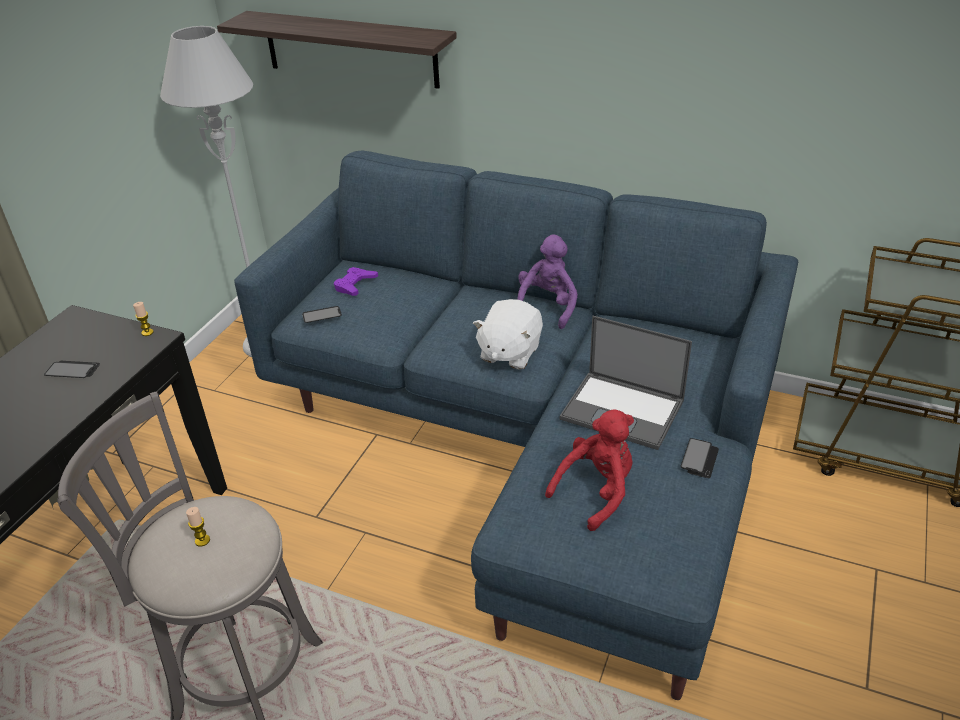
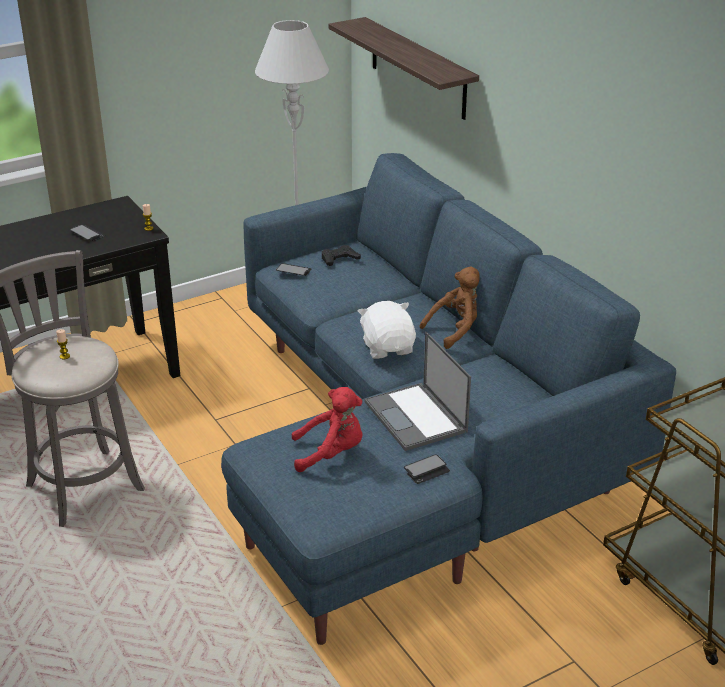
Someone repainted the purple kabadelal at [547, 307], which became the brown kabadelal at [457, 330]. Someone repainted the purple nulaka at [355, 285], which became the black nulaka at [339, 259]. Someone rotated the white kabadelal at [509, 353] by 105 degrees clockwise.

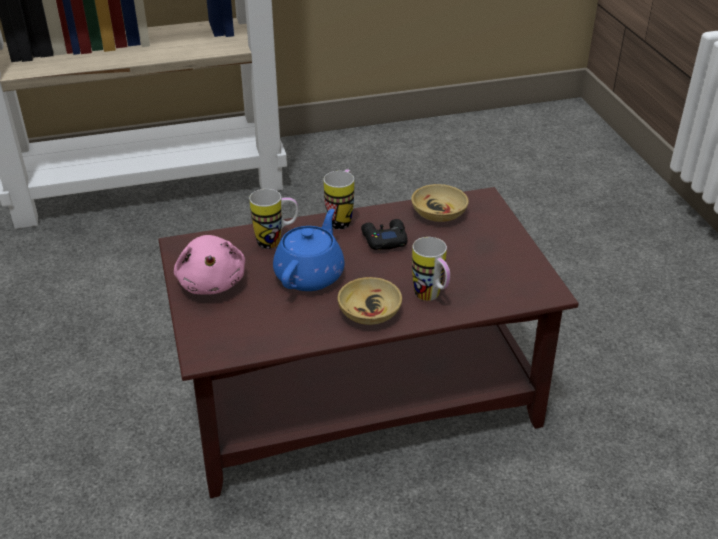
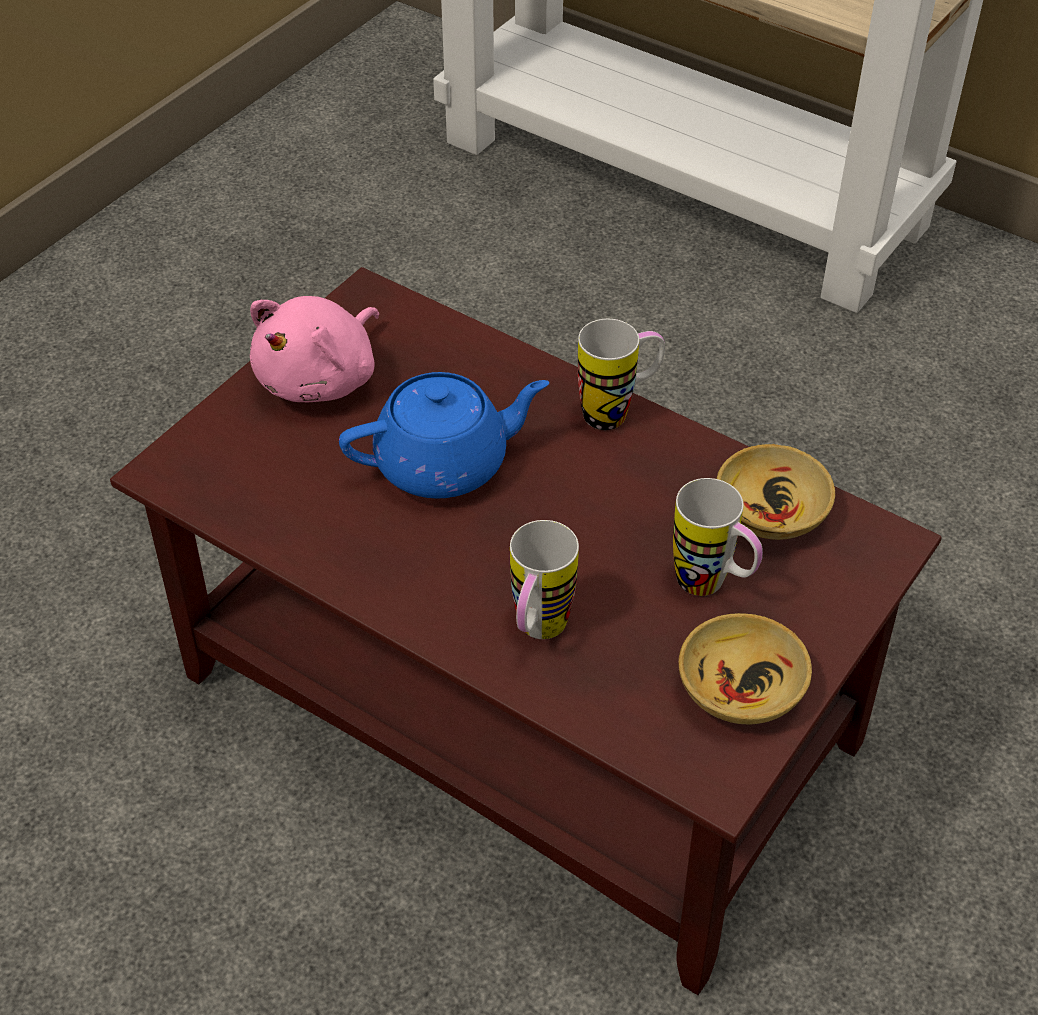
Someone carried the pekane from [276, 241] to [712, 587]. Someone took away the black nulaka at [384, 239]. Someone carried the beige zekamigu from [368, 312] to [739, 686].

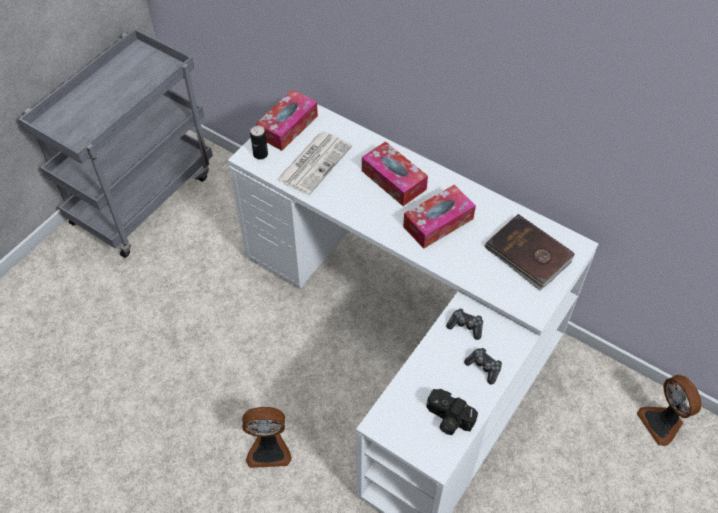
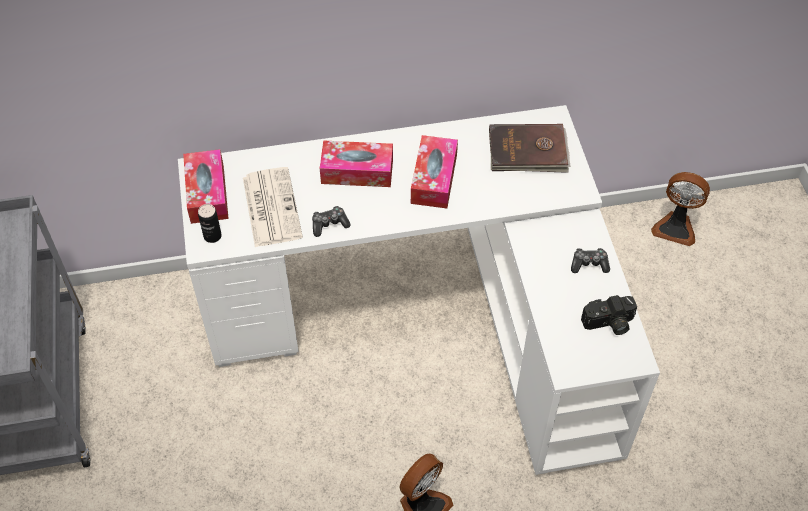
Someone carried the nulaka from [465, 326] to [329, 224].

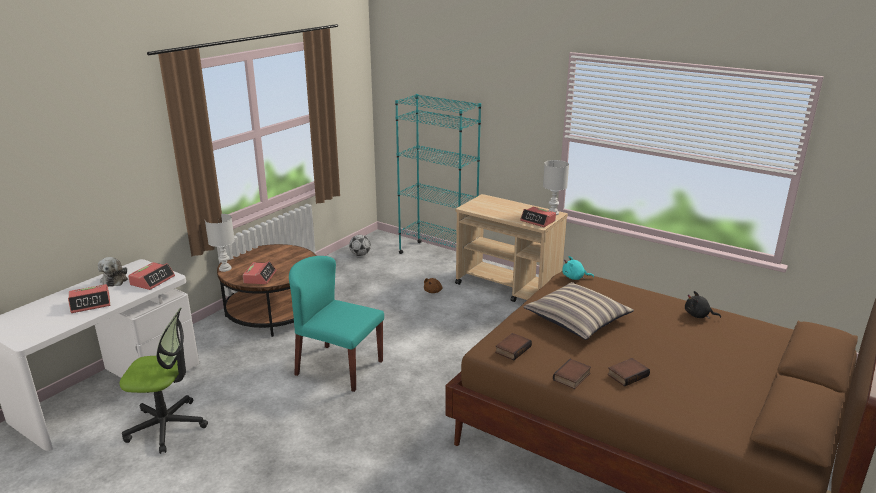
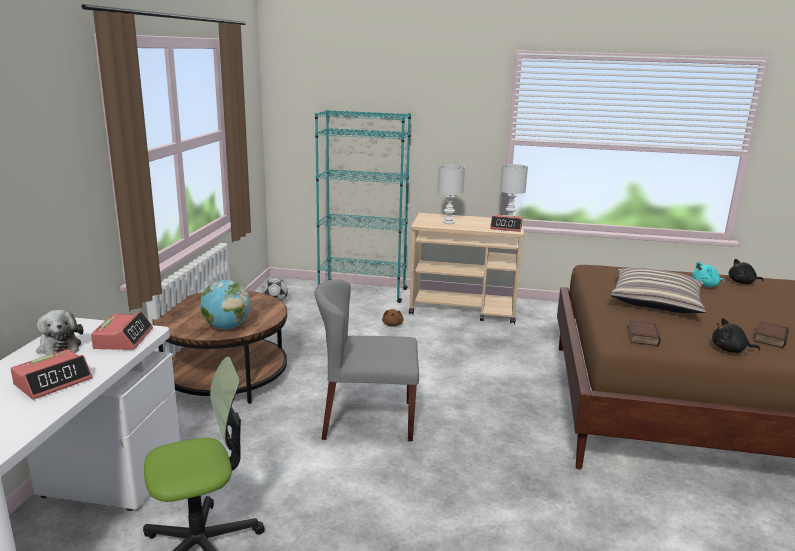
Someone carried the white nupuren from [225, 268] to [448, 222]. Someone repainted the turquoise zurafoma at [338, 367], which became the grey zurafoma at [367, 419]. Someone carried the turquoise kabadelal from [574, 277] to [706, 285]. Someone swapped the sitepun at [260, 277] for the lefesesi at [226, 327]. Someone swapped the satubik at [572, 377] for the black kabadelal at [730, 350].

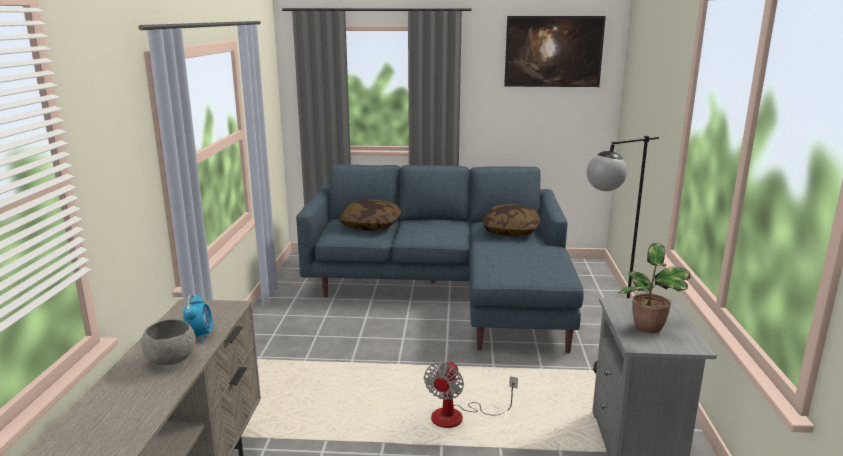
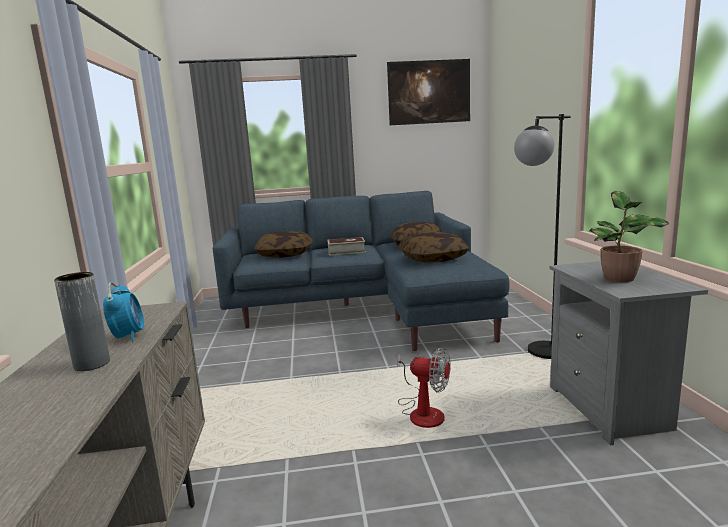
Someone swapped the grey zekamigu at [172, 360] for the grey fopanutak at [92, 364]. Someone rotated the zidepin at [458, 416] by 75 degrees counterclockwise. Someone put down the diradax at [433, 259]. Someone put down the satubik at [346, 251].

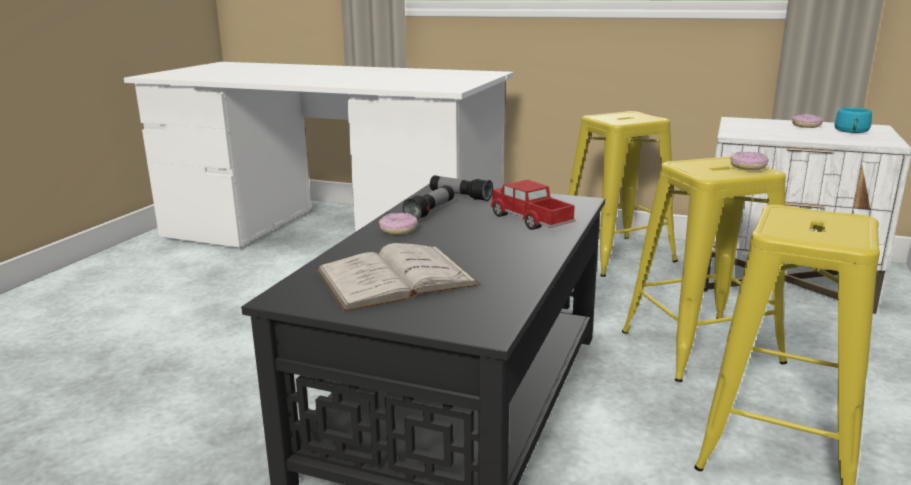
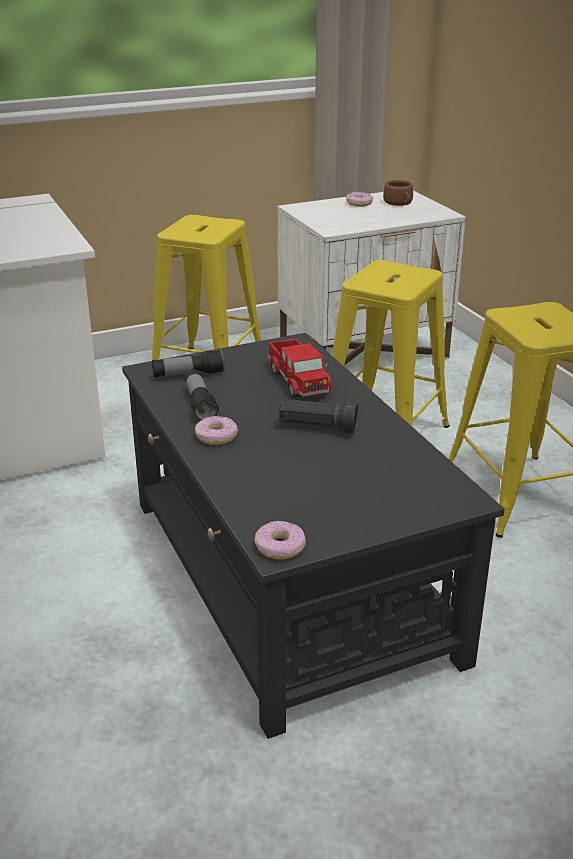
Someone repainted the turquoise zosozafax at [851, 131], which became the brown zosozafax at [399, 203]. Someone carried the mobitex from [748, 166] to [280, 547]. Someone rotated the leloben at [530, 220] by 120 degrees counterclockwise. Someone took away the white satubik at [396, 278]. Someone put down the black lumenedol at [317, 427].

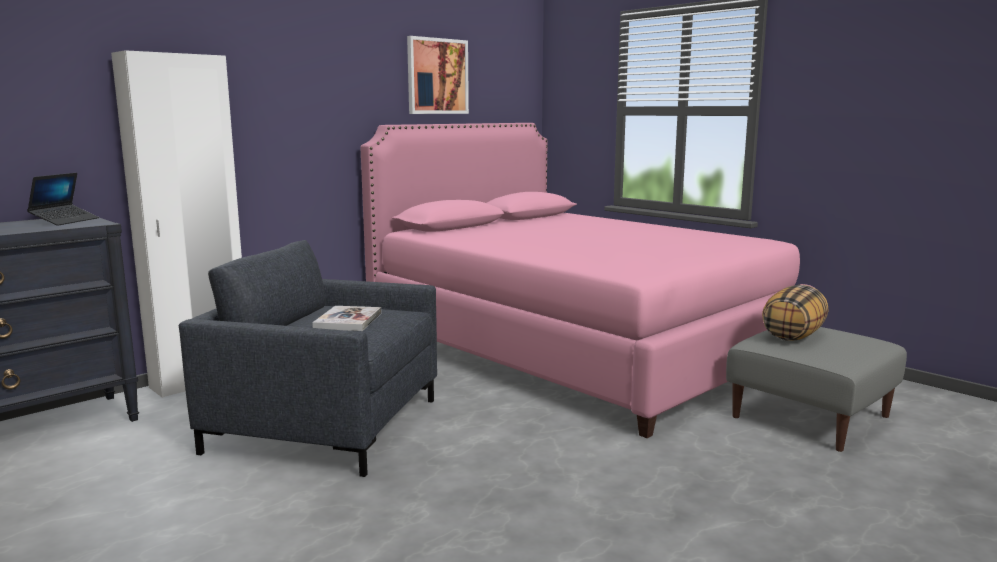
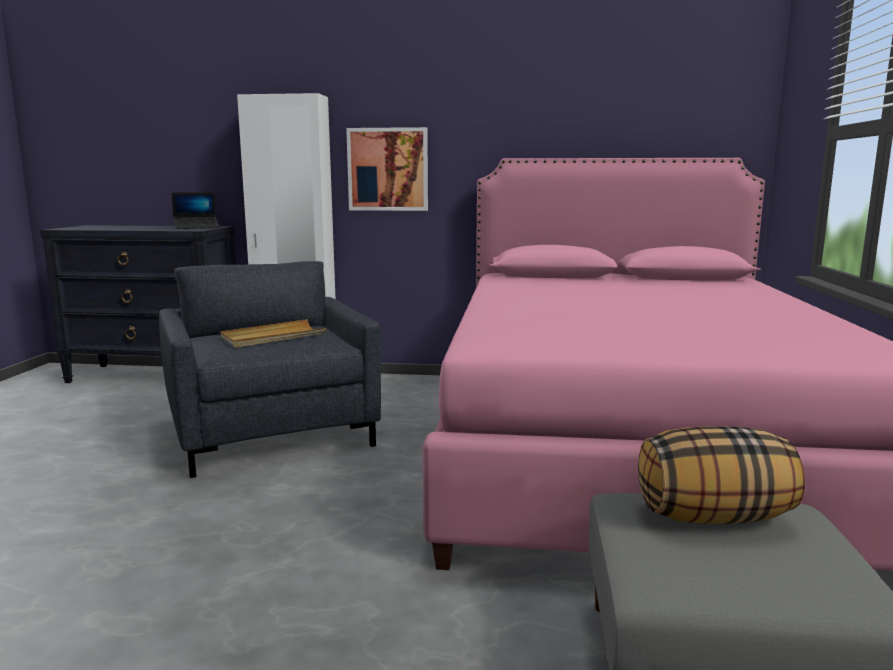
Someone carried the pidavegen from [437, 76] to [388, 169]. Someone swapped the satubik at [348, 321] for the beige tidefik at [273, 337].

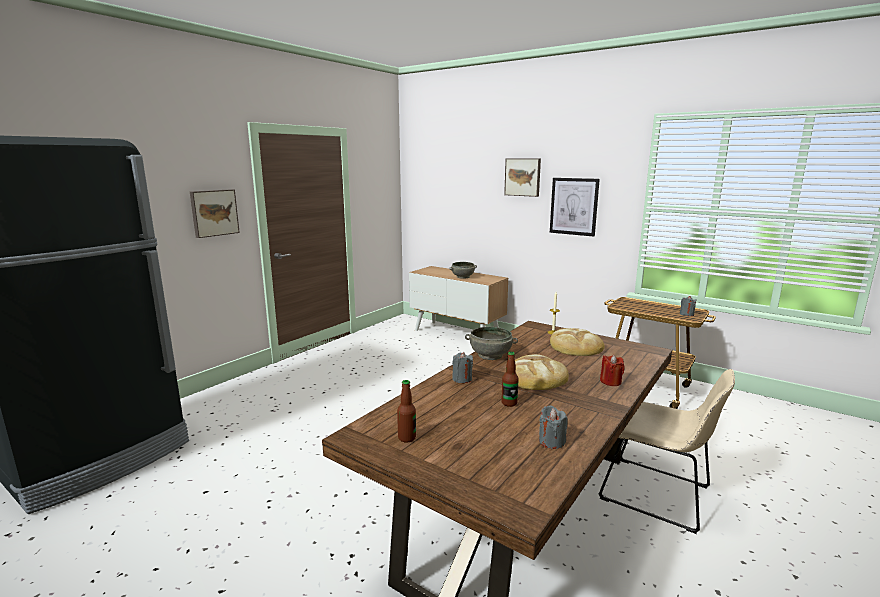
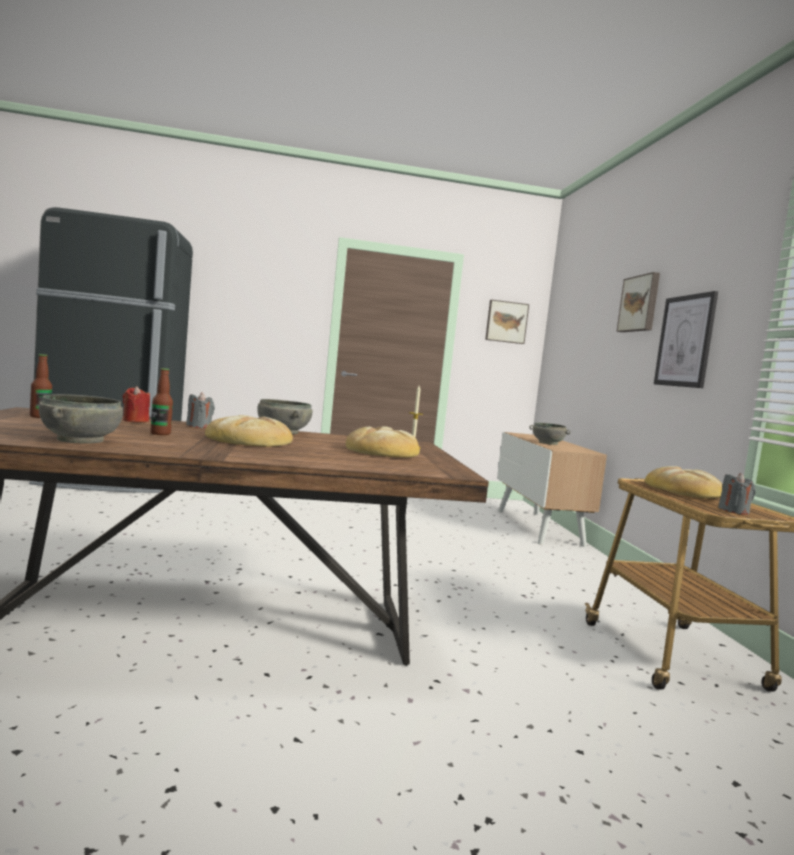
Someone carried the pidavegen from [214, 212] to [506, 322]. Someone carried the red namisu from [610, 382] to [135, 421]. Someone took away the beige zurafoma at [660, 495]. Someone swapped the grey namisu at [551, 442] for the grey zekamigu at [79, 440]. Someone put down the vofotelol at [684, 490].

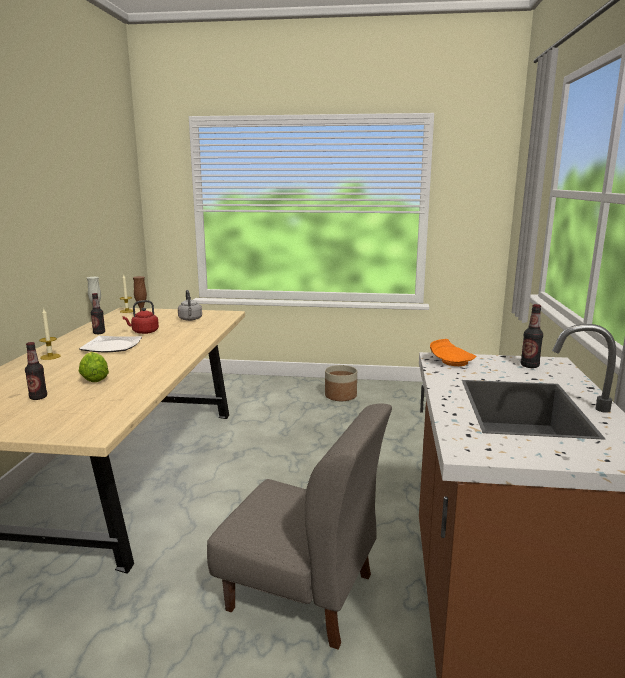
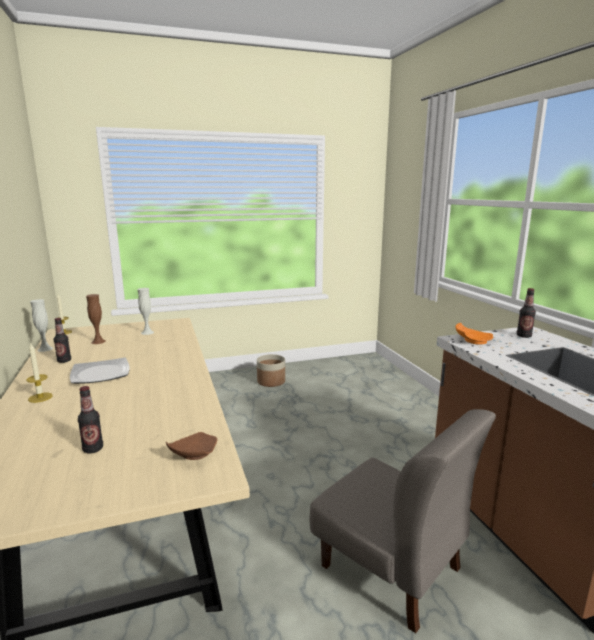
Someone swapped the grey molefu at [190, 319] for the white fopanutak at [147, 332]. Someone took away the red molefu at [144, 332]. Someone took away the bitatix at [94, 378]. Someone rotated the grey zurafoma at [302, 592] by 45 degrees clockwise. Someone put down the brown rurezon at [193, 454].

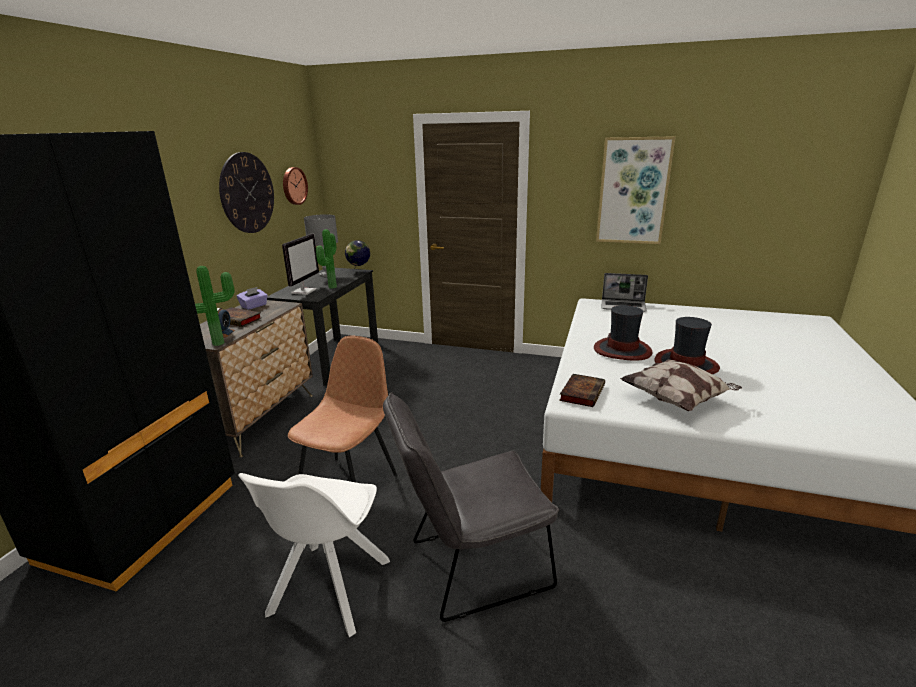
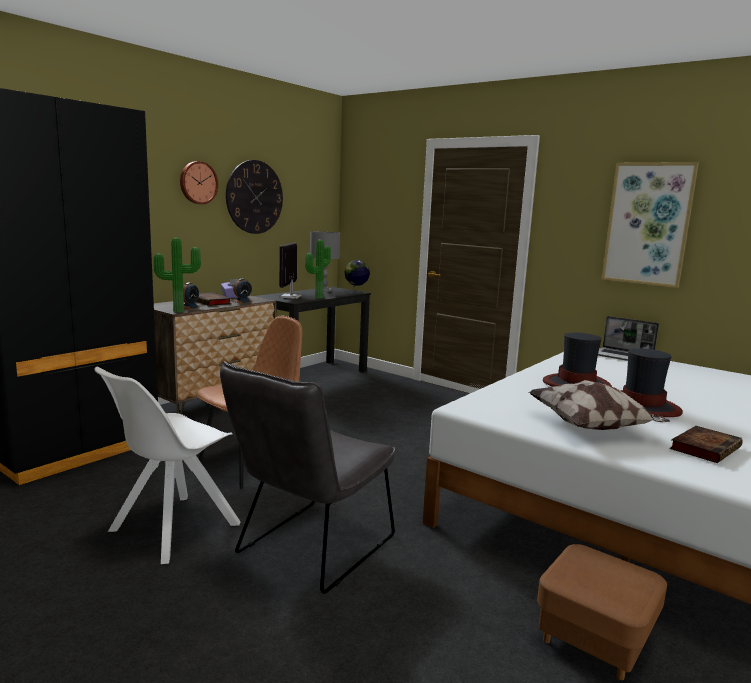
Someone carried the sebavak from [293, 186] to [198, 182]. Someone rotated the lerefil at [304, 291] by 150 degrees clockwise. Someone carried the satubik from [582, 392] to [705, 448]. Someone rotated the grey zurafoma at [470, 567] by 60 degrees counterclockwise. Someone put down the sitepun at [242, 301]. Someone put down the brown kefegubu at [594, 638].

